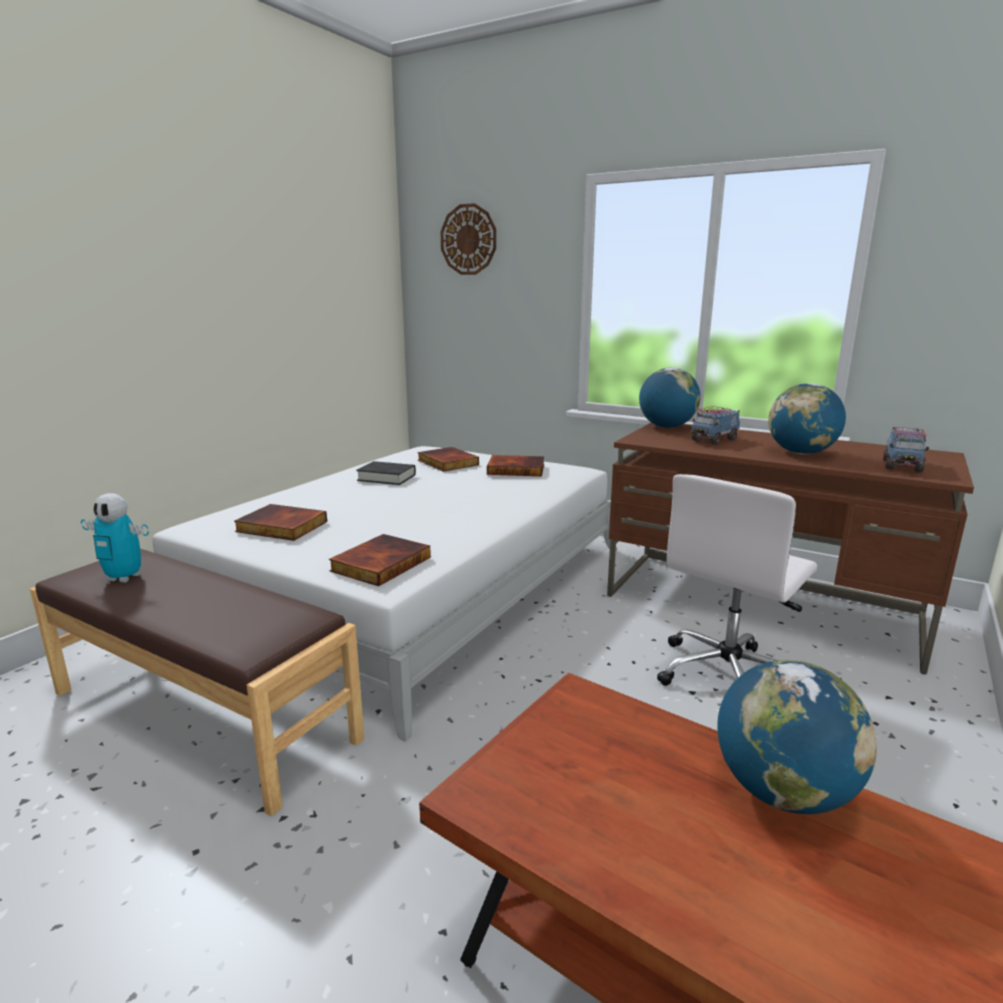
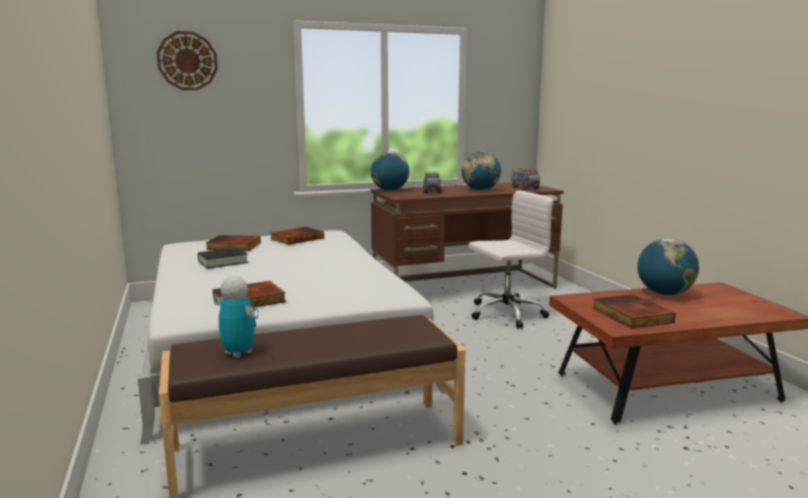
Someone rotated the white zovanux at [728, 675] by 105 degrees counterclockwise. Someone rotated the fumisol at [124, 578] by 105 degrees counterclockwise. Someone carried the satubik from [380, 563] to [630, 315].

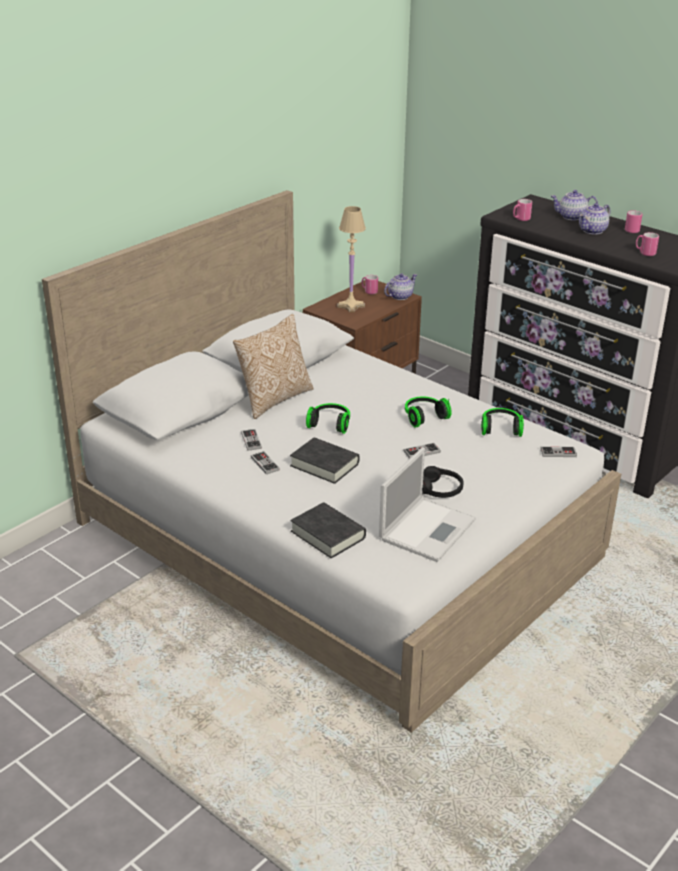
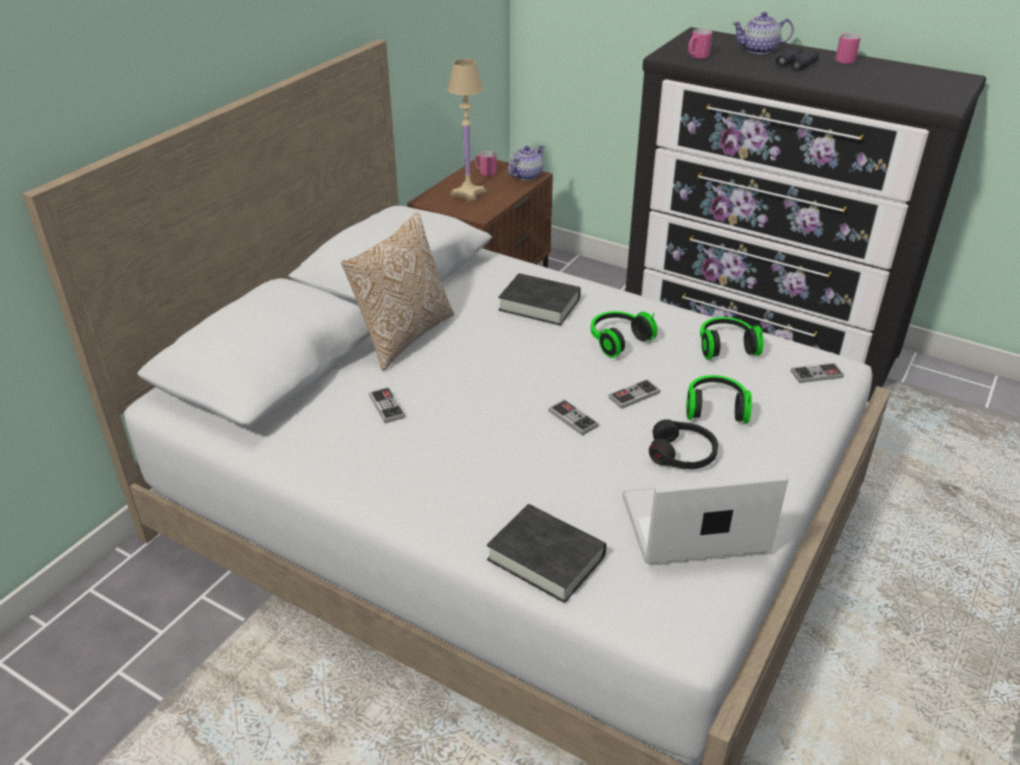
Someone swapped the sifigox at [593, 230] for the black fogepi at [796, 65]. Someone took away the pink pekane at [645, 253]. Someone carried the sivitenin from [330, 424] to [715, 408]. Someone carried the black satubik from [324, 465] to [539, 305]. Someone rotated the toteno at [428, 528] by 120 degrees counterclockwise. Someone carried the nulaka from [265, 464] to [573, 418].

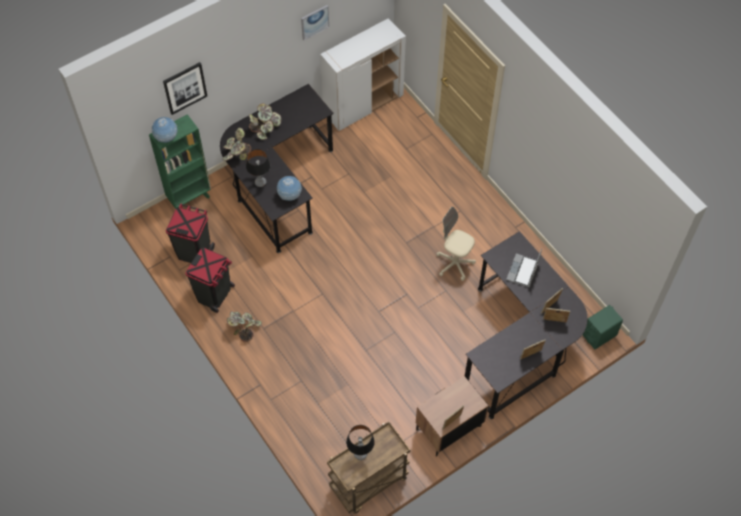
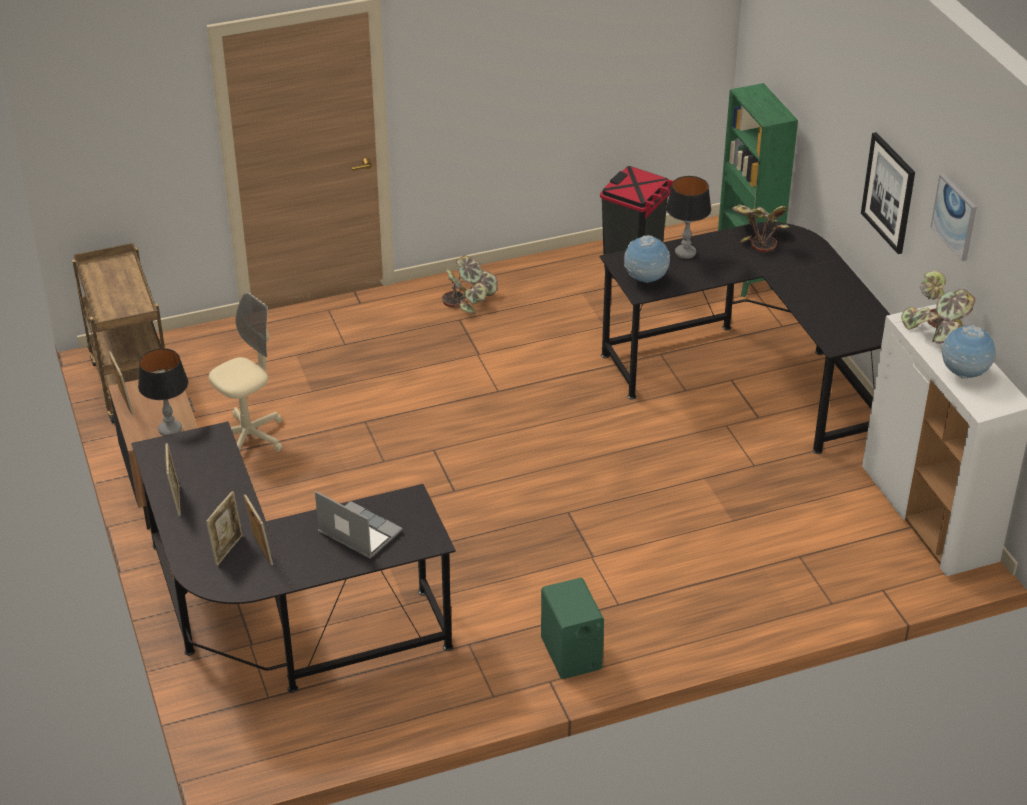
Someone carried the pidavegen from [185, 88] to [889, 192]. Someone carried the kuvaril from [265, 128] to [936, 331]. Someone carried the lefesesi from [166, 138] to [964, 374]. Someone carried the beige zovanux from [454, 264] to [249, 438]. Someone took away the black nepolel at [215, 295]. Someone carried the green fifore from [599, 335] to [571, 654]. Someone carried the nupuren from [360, 454] to [170, 430].

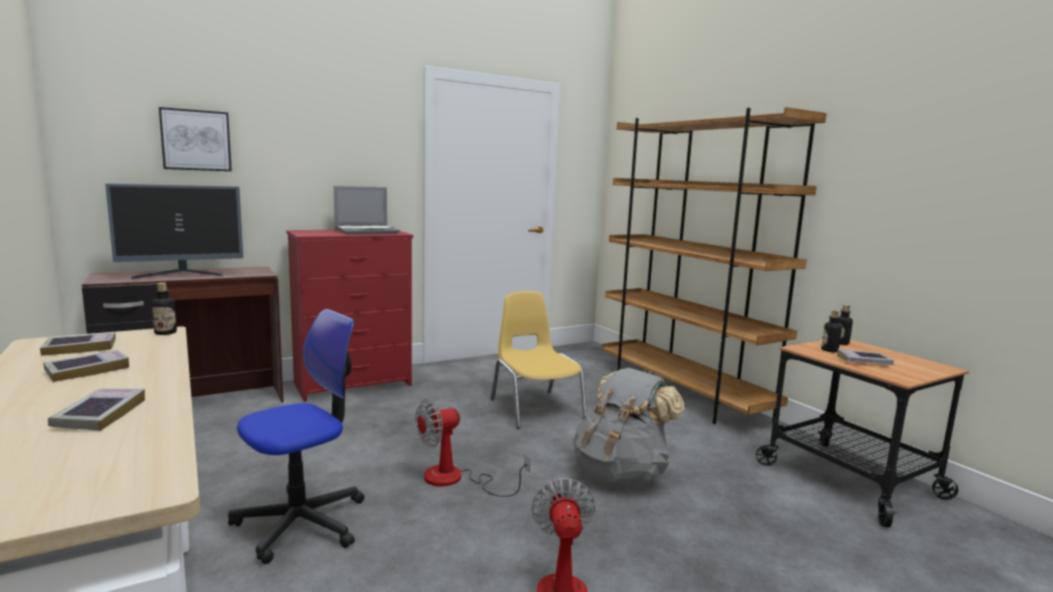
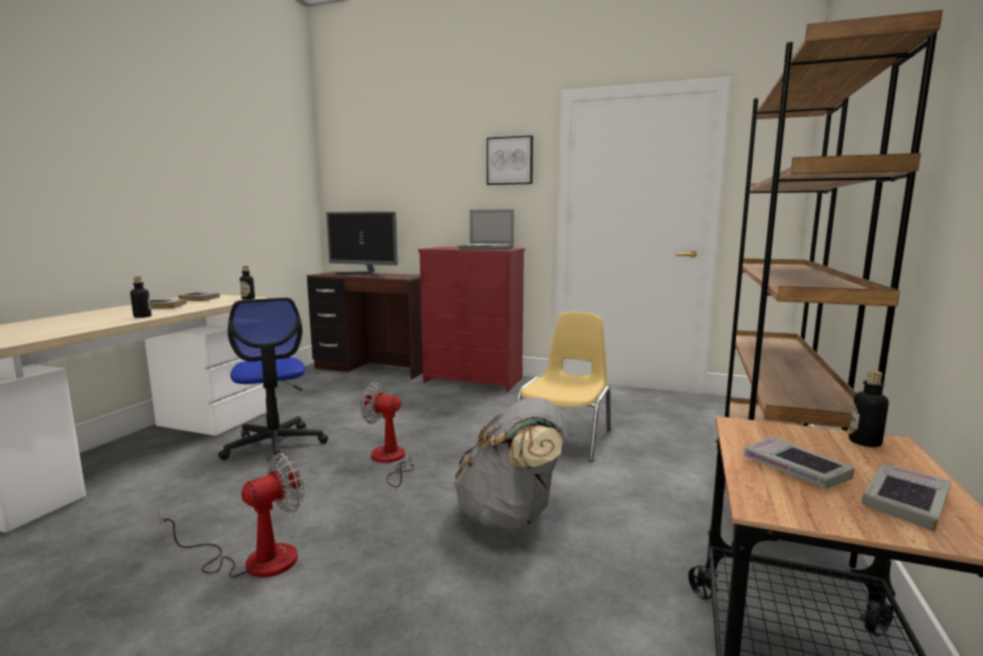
Someone carried the pidavegen from [196, 140] to [510, 161]. Someone rotated the zovanux at [301, 523] by 60 degrees clockwise. Someone carried the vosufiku from [829, 350] to [142, 316]. Someone carried the satubik from [100, 415] to [904, 502].

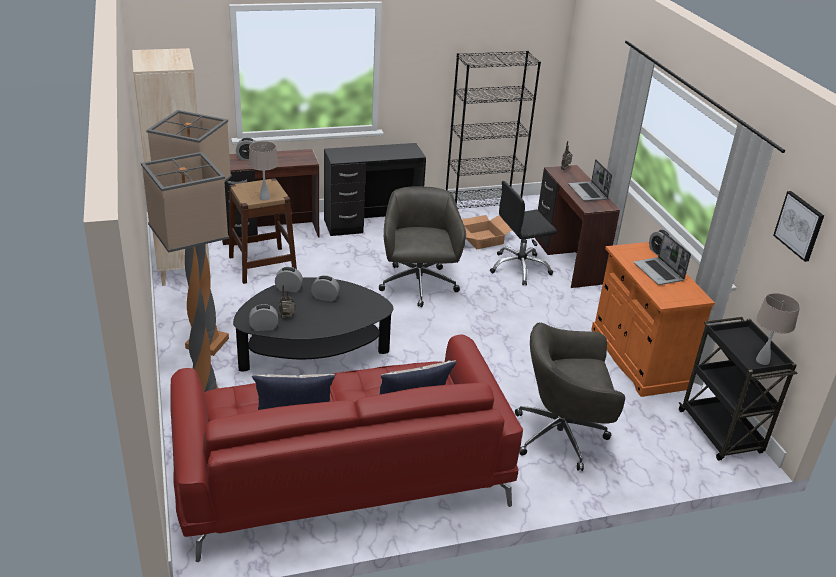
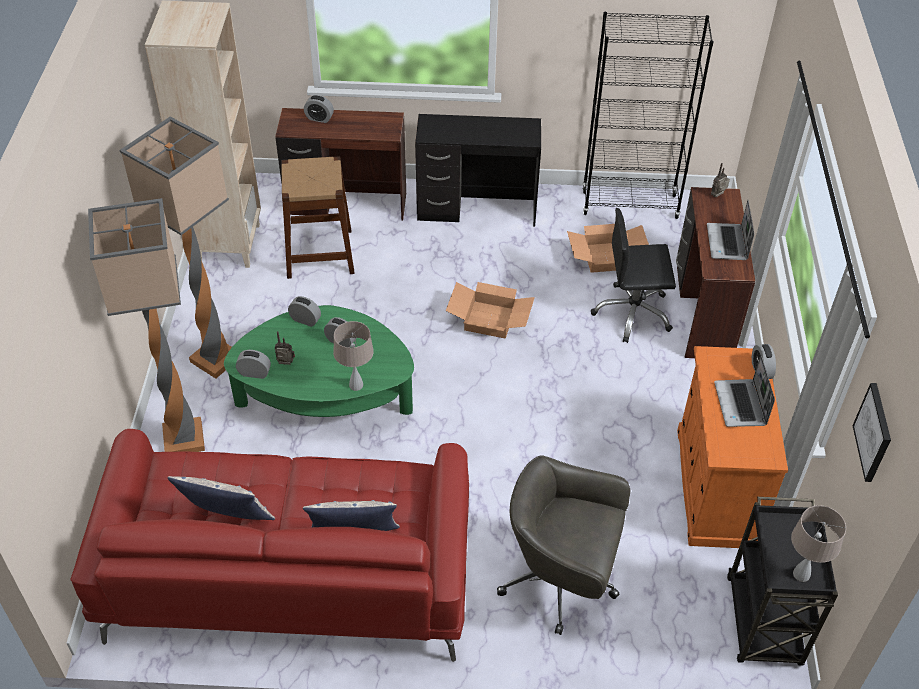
Someone carried the beige nupuren from [265, 198] to [356, 385]. Someone swapped the grey zovanux at [418, 286] for the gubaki at [490, 319]. Someone repainted the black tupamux at [313, 352], which became the green tupamux at [325, 396].

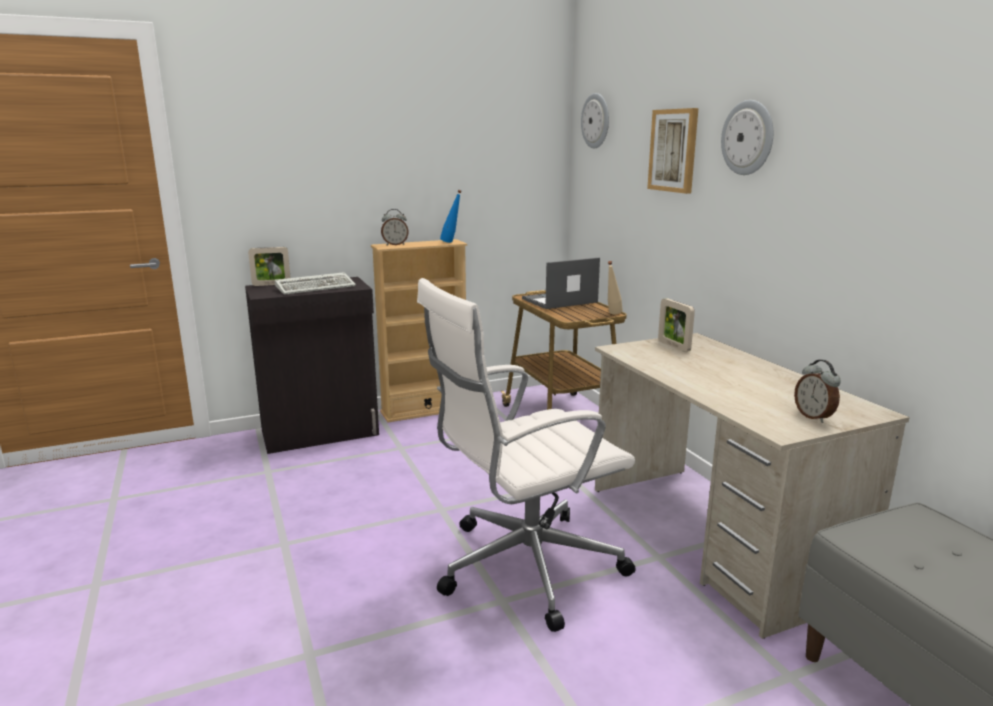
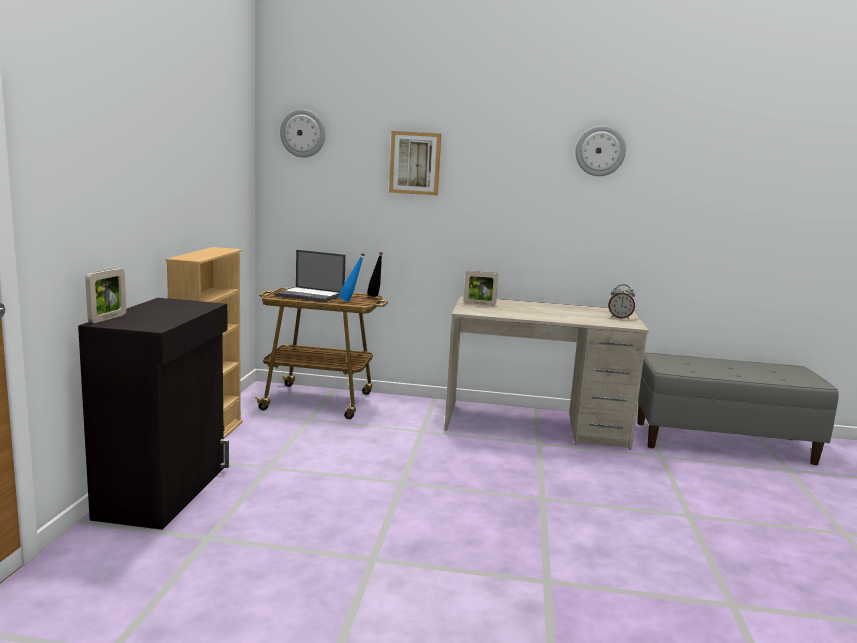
Someone carried the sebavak from [748, 138] to [600, 151]. Someone carried the blue vosufiku from [451, 242] to [350, 301]. Someone took away the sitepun at [395, 245]. Someone rotated the toteno at [559, 301] by 75 degrees counterclockwise. Someone repainted the beige vosufiku at [612, 314], which became the black vosufiku at [375, 297]. Someone took away the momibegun at [317, 287]. Someone took away the white zovanux at [523, 567].

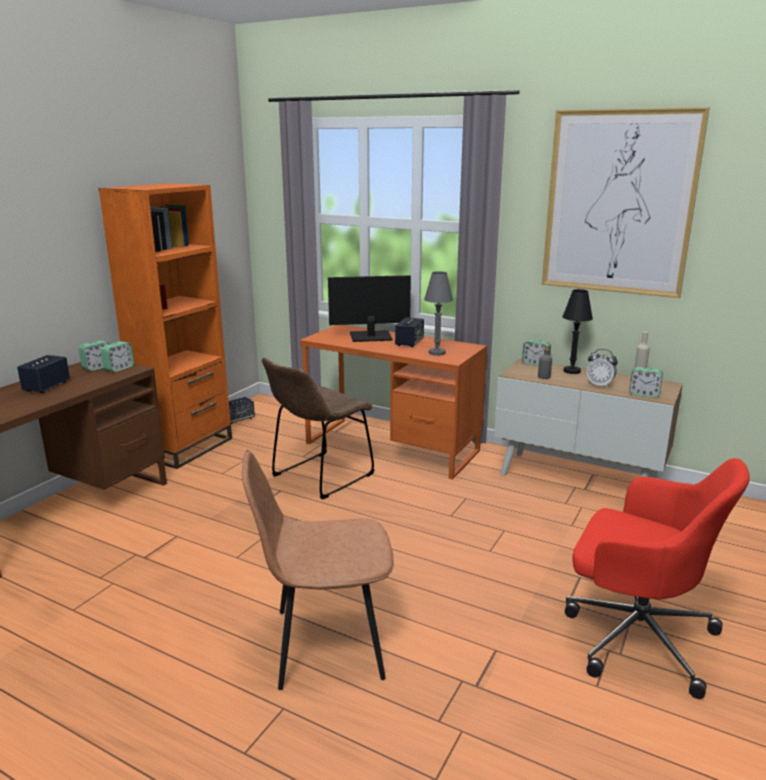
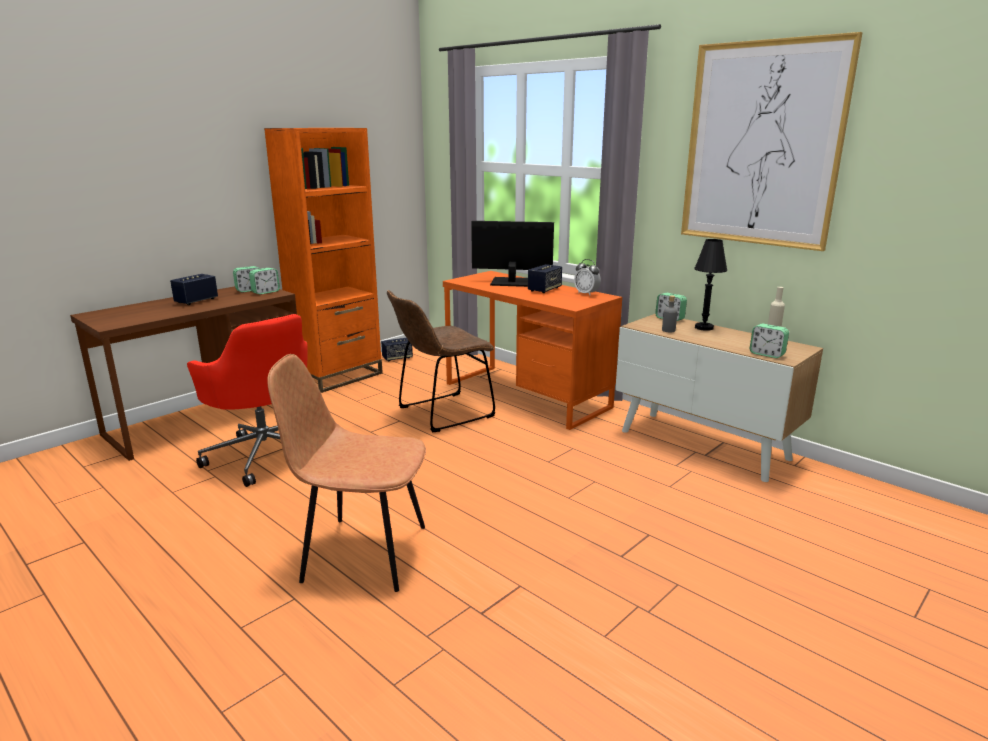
Someone took away the grey nupuren at [437, 353]. Someone carried the sitepun from [599, 385] to [586, 294]. Someone carried the red zovanux from [635, 635] to [265, 453].

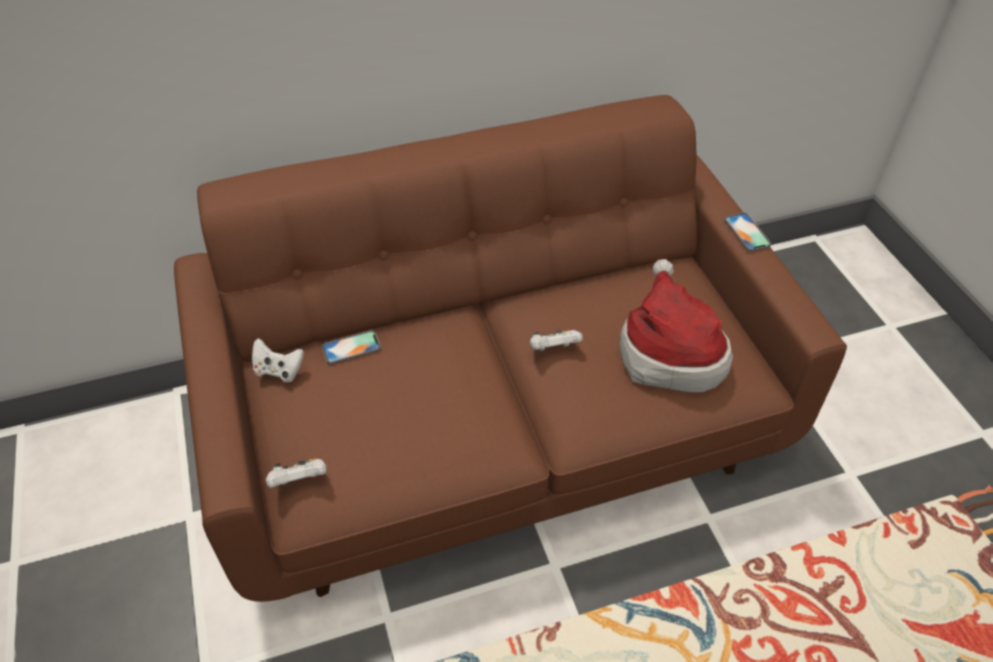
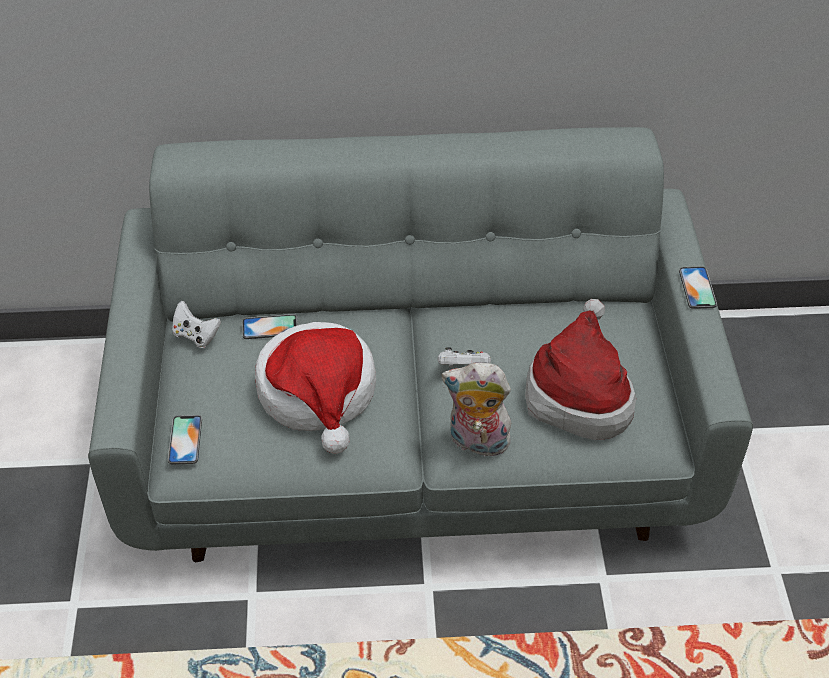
Someone repainted the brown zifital at [497, 427], which became the grey zifital at [415, 441]. Someone swapped the white nulaka at [299, 481] for the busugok at [185, 440]. Someone put down the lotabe at [318, 393]. Someone put down the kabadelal at [476, 442].

